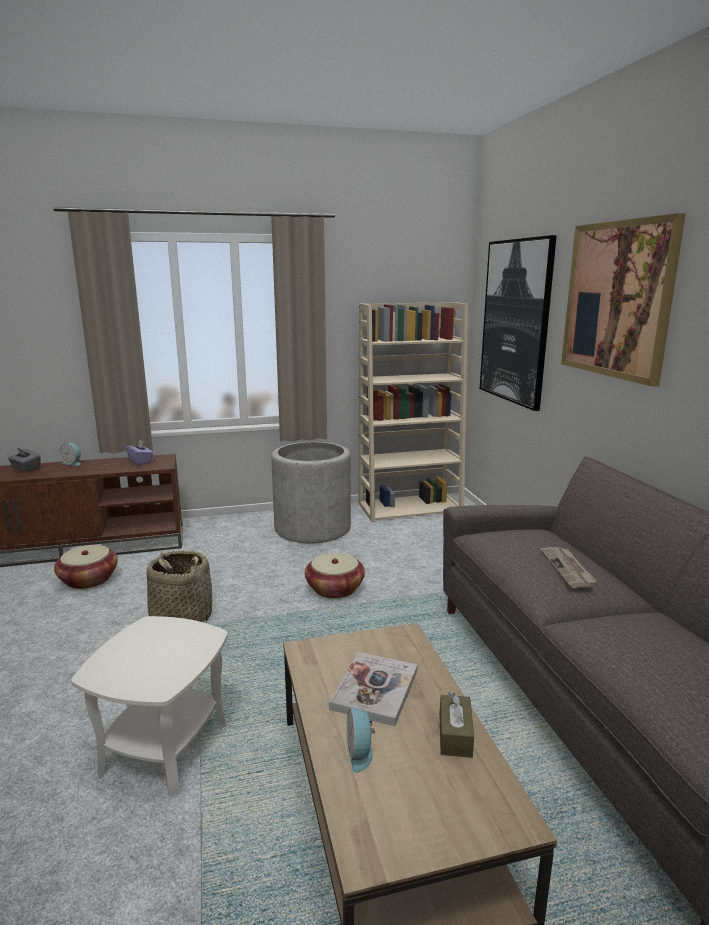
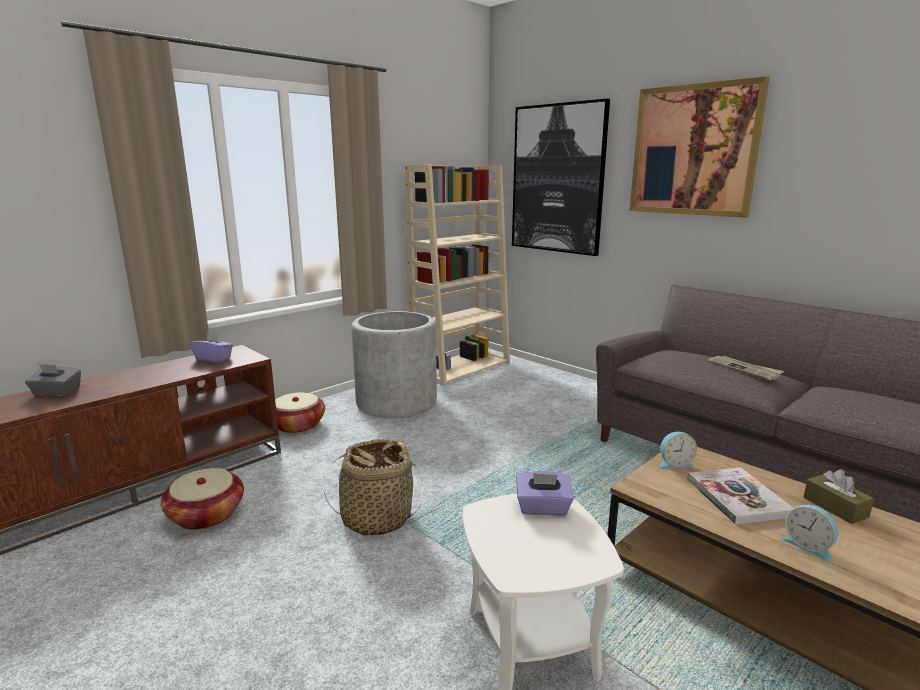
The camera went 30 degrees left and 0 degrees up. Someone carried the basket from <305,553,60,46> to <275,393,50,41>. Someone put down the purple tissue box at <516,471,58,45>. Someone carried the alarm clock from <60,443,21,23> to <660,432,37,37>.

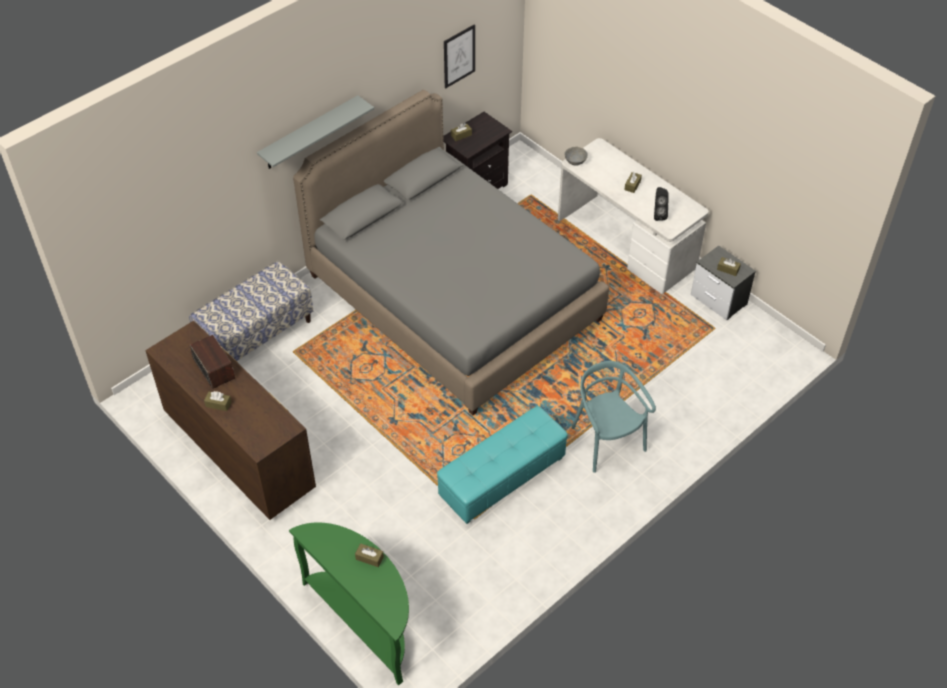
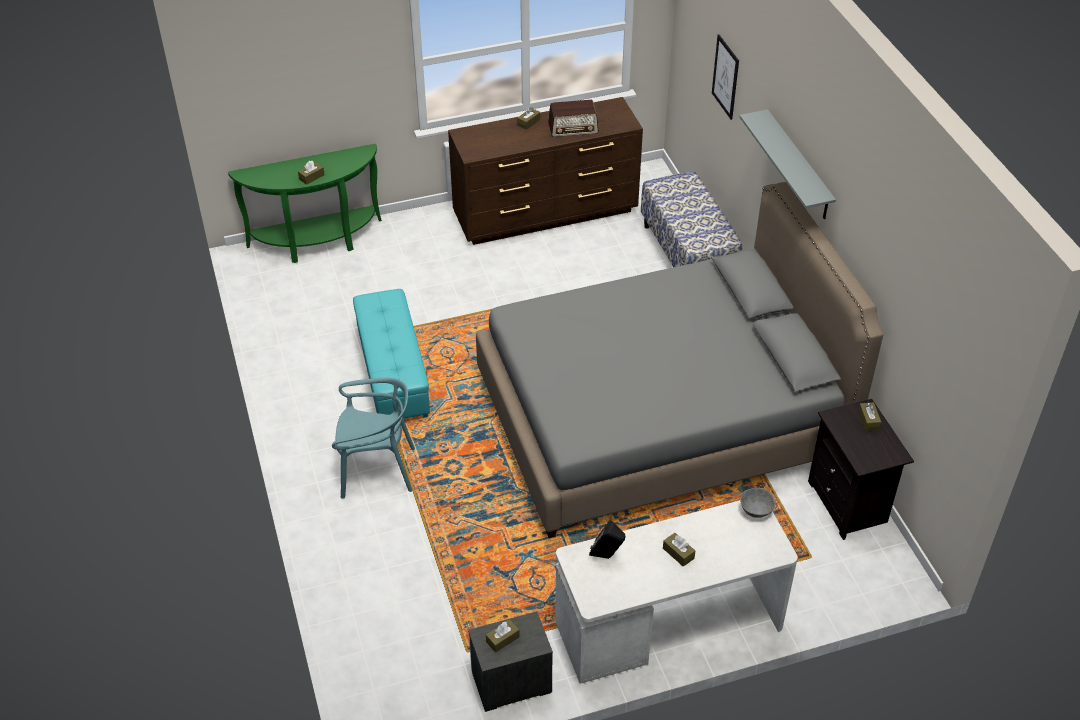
The camera went 115 degrees right and 5 degrees down. Someone carried the picture from <444,24,31,64> to <712,34,27,86>.

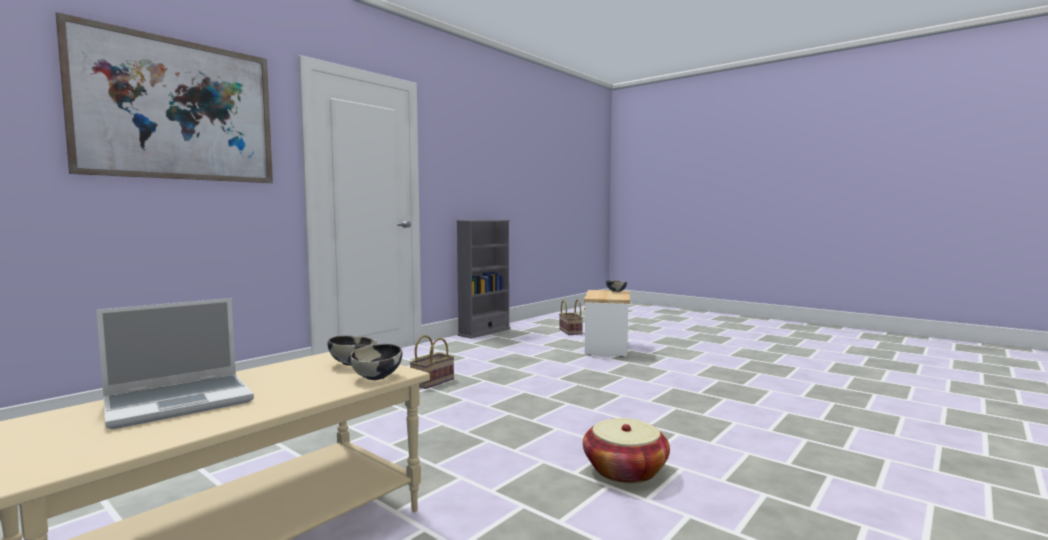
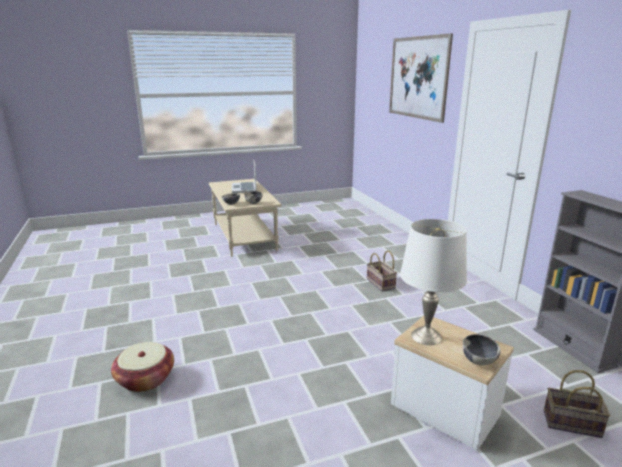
The camera went 120 degrees right and 15 degrees up. Someone carried the basket from <583,418,87,66> to <111,342,63,50>. Someone put down the white table lamp at <400,219,67,126>.

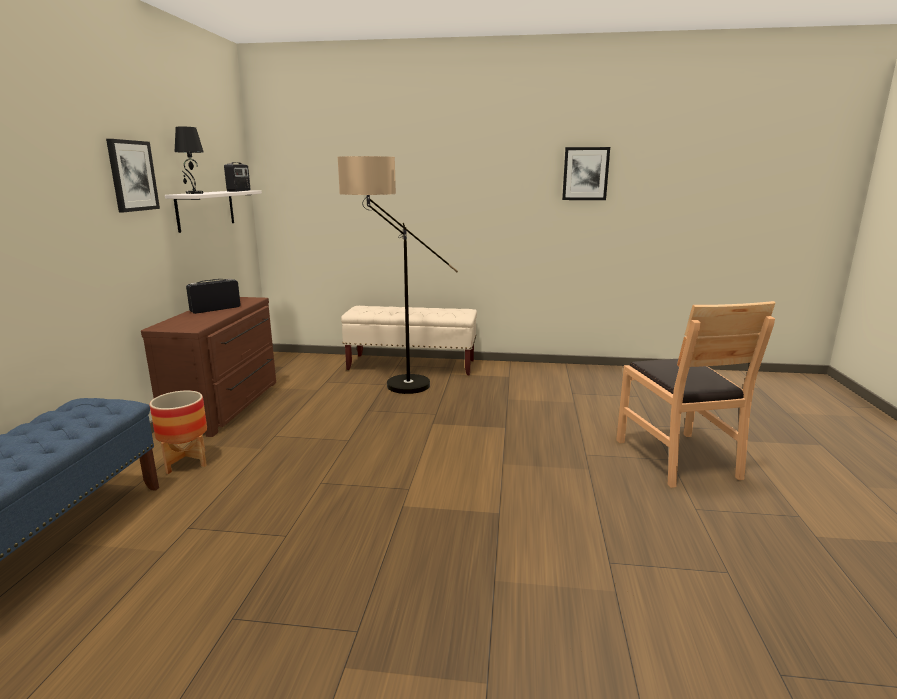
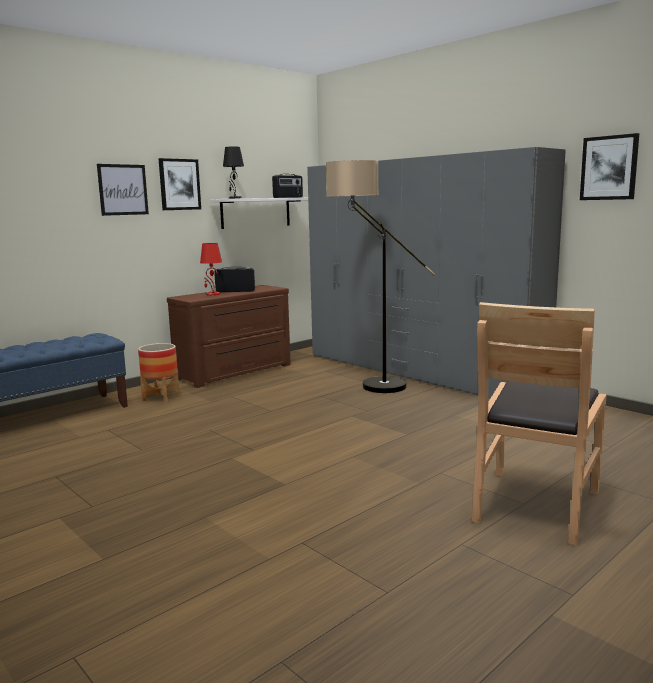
The camera went 40 degrees right and 5 degrees down. Someone put up the picture at <97,164,52,52>. Someone put down the red table lamp at <200,243,22,53>. Someone swapped the beige bench at <341,306,136,69> for the grey wardrobe at <307,147,259,251>.

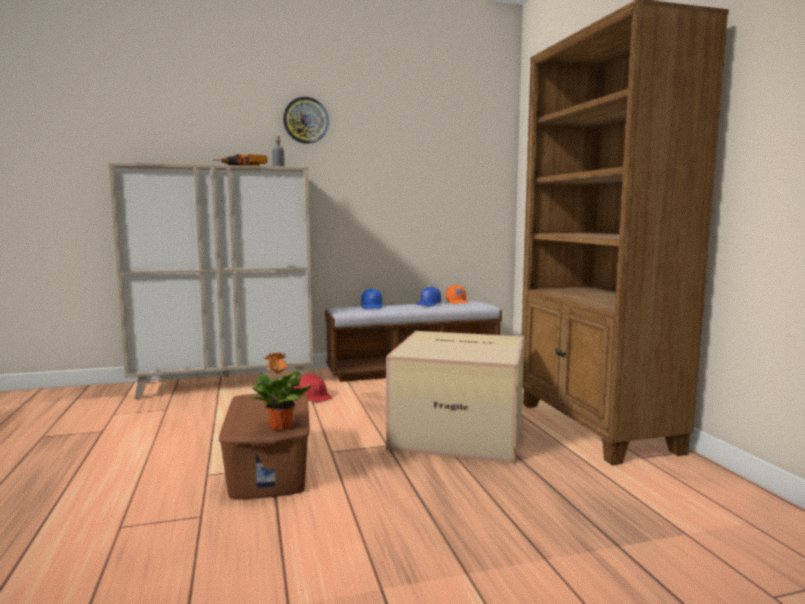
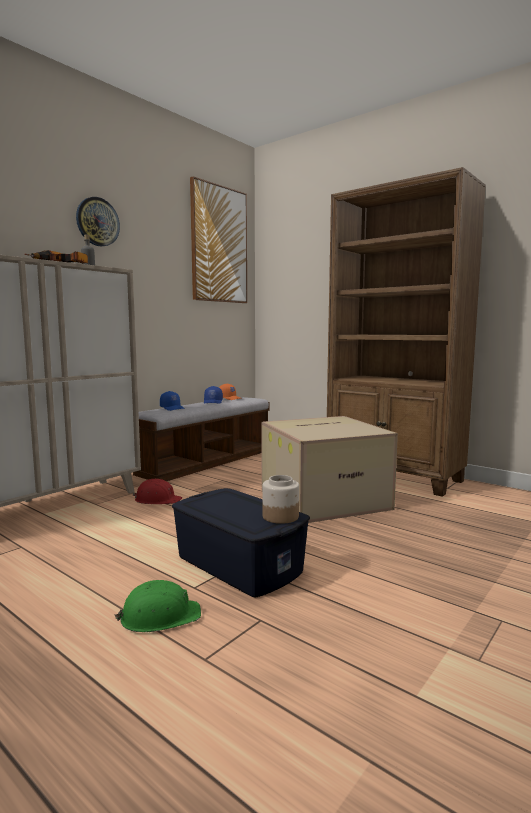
The camera went 35 degrees left and 0 degrees up. Someone put down the green hard hat at <114,580,87,52>. Someone repainted the brown storage box at <219,392,91,107>, which became the blue storage box at <172,488,138,109>. Someone put up the picture at <190,176,57,127>. Someone swapped the potted plant at <249,352,63,78> for the jar at <262,475,37,49>.

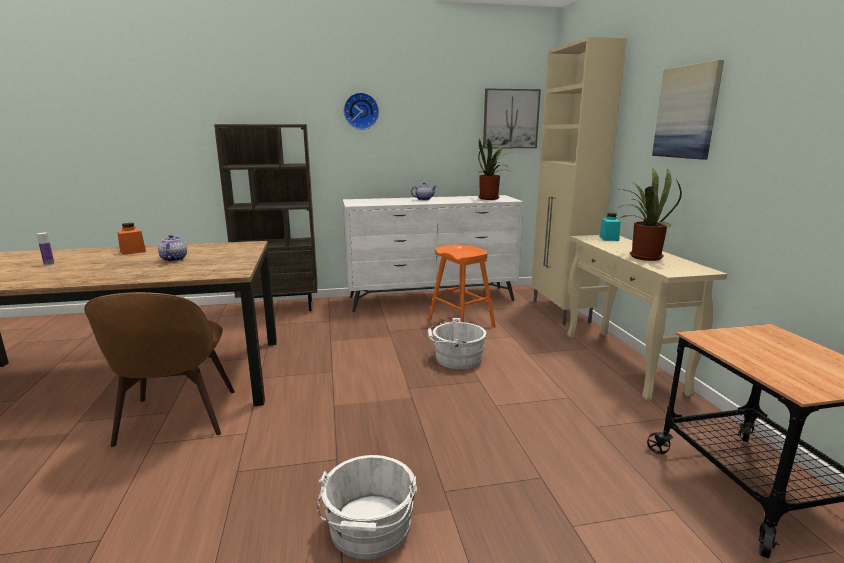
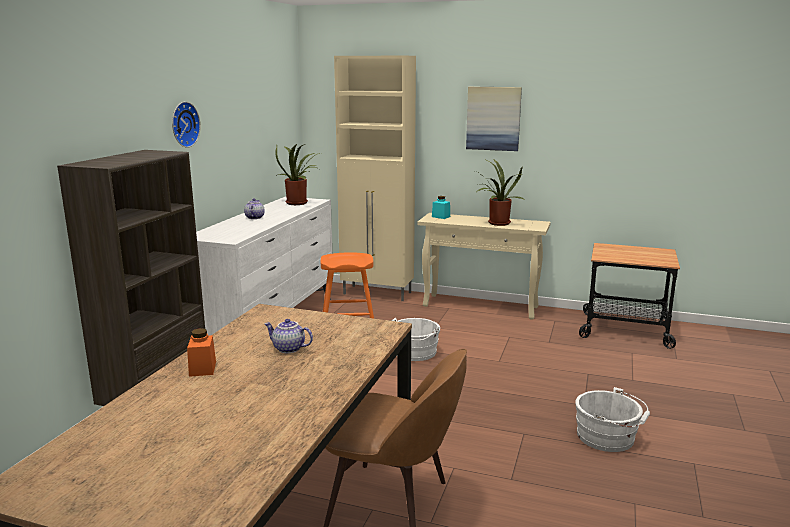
The camera went 60 degrees left and 0 degrees up. Someone took away the bottle at <37,233,18,32>. Someone took away the picture at <483,88,58,61>.

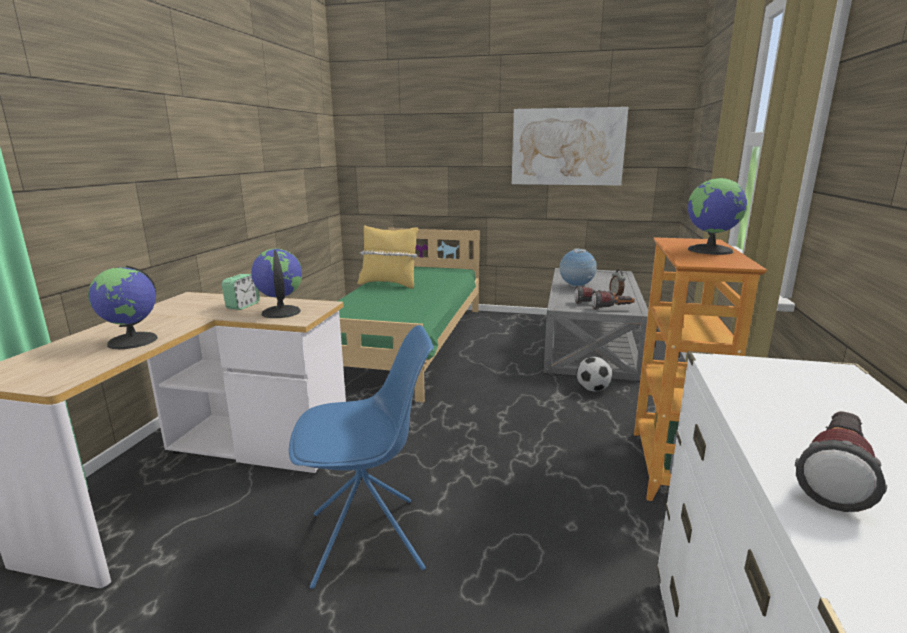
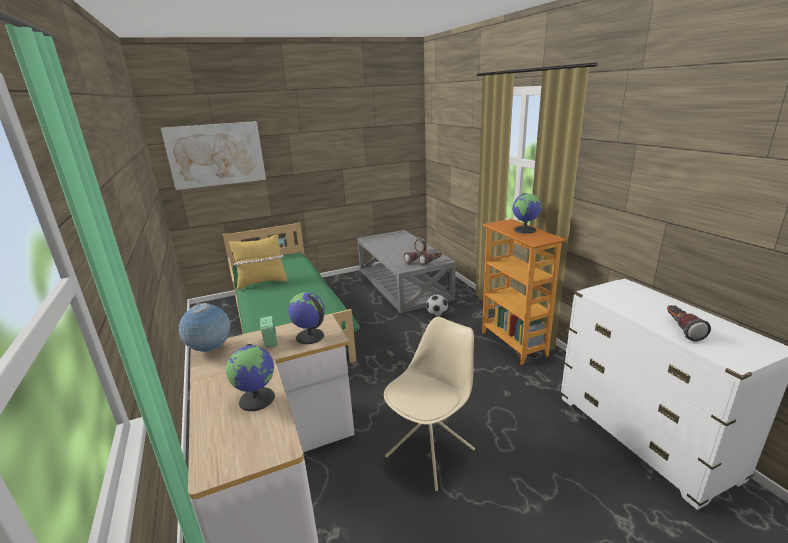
The camera went 35 degrees left and 5 degrees up. Someone carried the picture from <512,107,116,79> to <161,121,105,69>. Someone carried the globe from <559,248,38,40> to <178,303,53,49>. Someone repainted the blue chair at <289,325,145,264>, which became the beige chair at <384,317,91,174>.

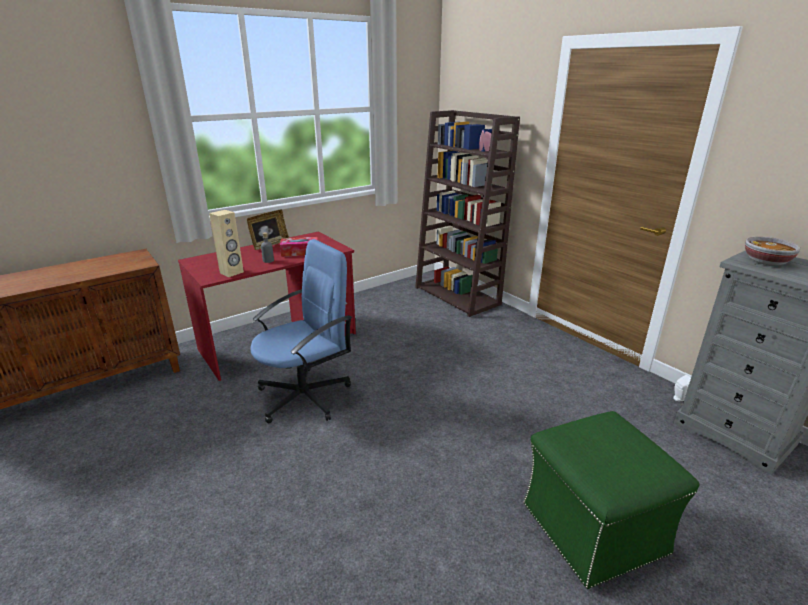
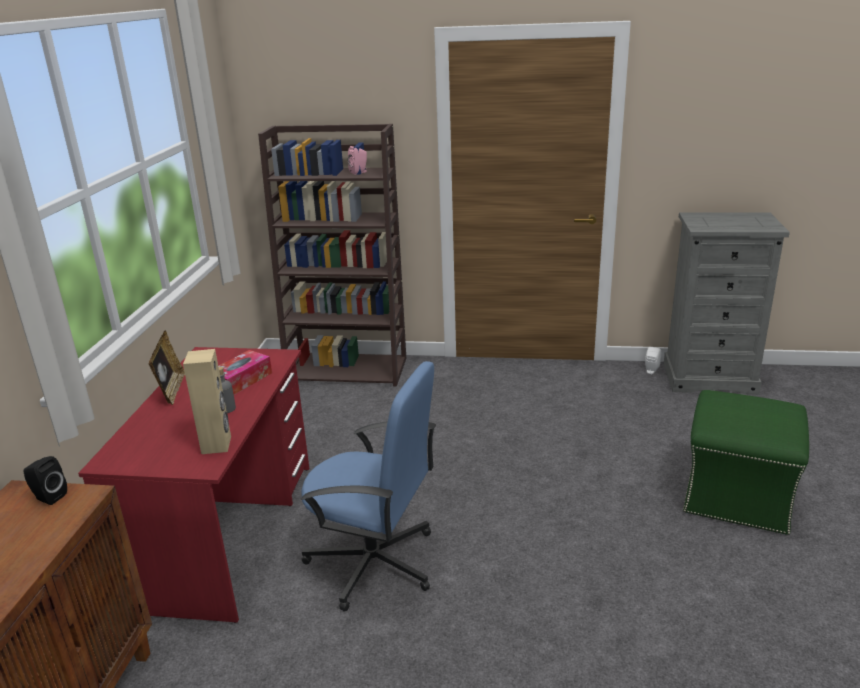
The camera went 45 degrees left and 0 degrees up. Someone put down the black speaker at <23,456,44,49>. Someone rotated the blue office chair at <250,239,102,184> by 105 degrees clockwise. Someone took away the bowl at <745,237,56,29>.

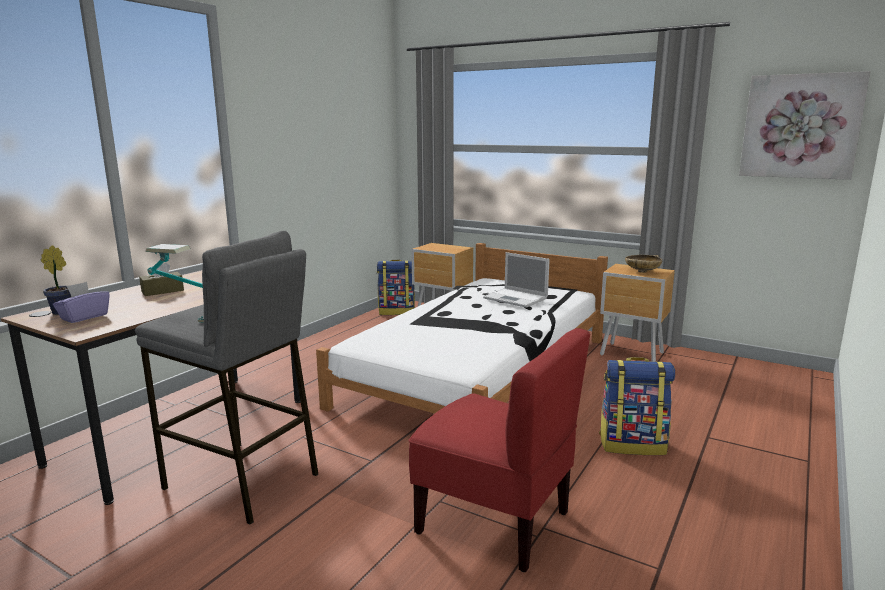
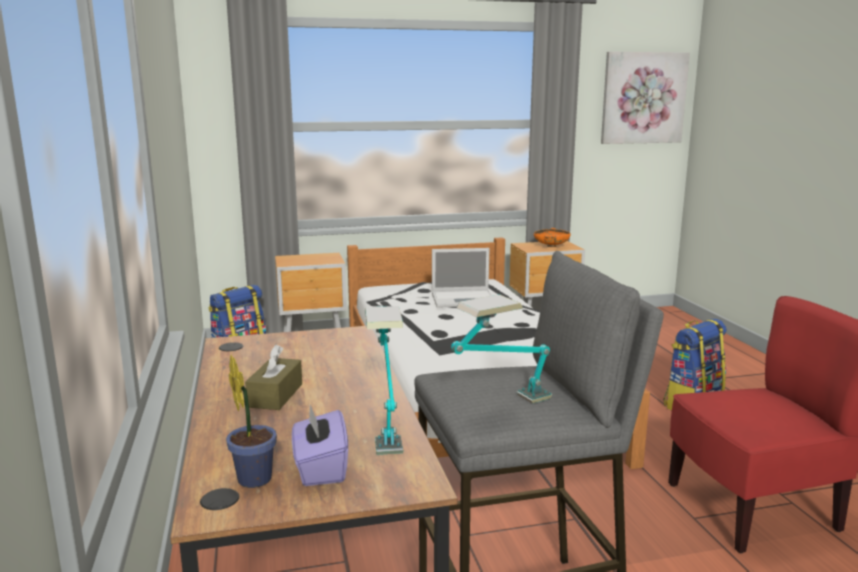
The camera went 45 degrees left and 0 degrees up. Someone put down the table lamp at <365,306,38,149>. Someone repainted the beige bowl at <625,255,37,18>, which became the orange bowl at <534,228,37,19>.

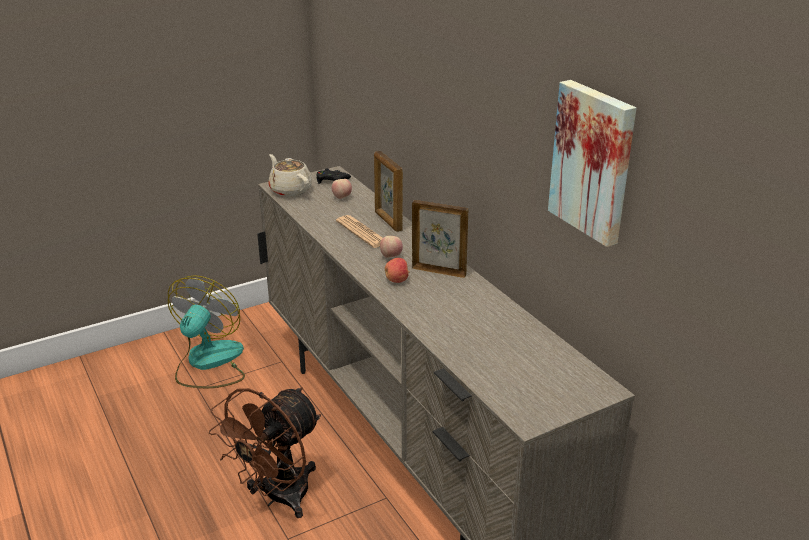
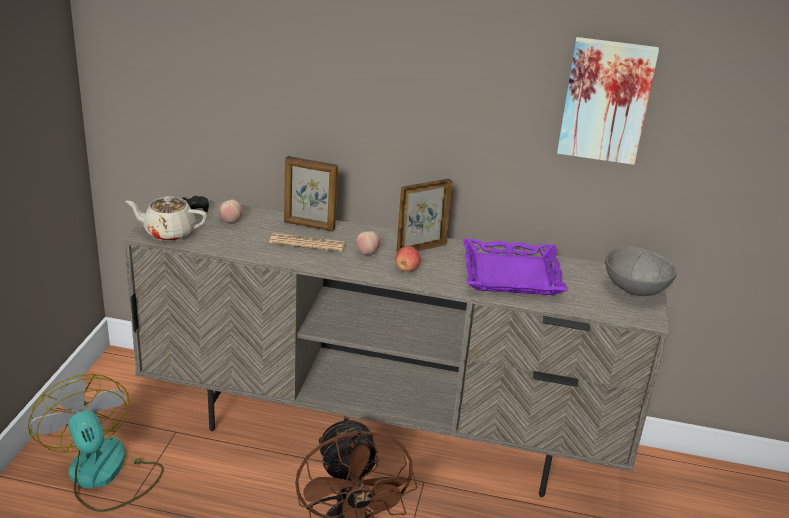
The camera went 50 degrees left and 0 degrees up. Someone put down the purple tray at <463,239,104,56>. Someone put down the grey bowl at <605,246,72,50>.

